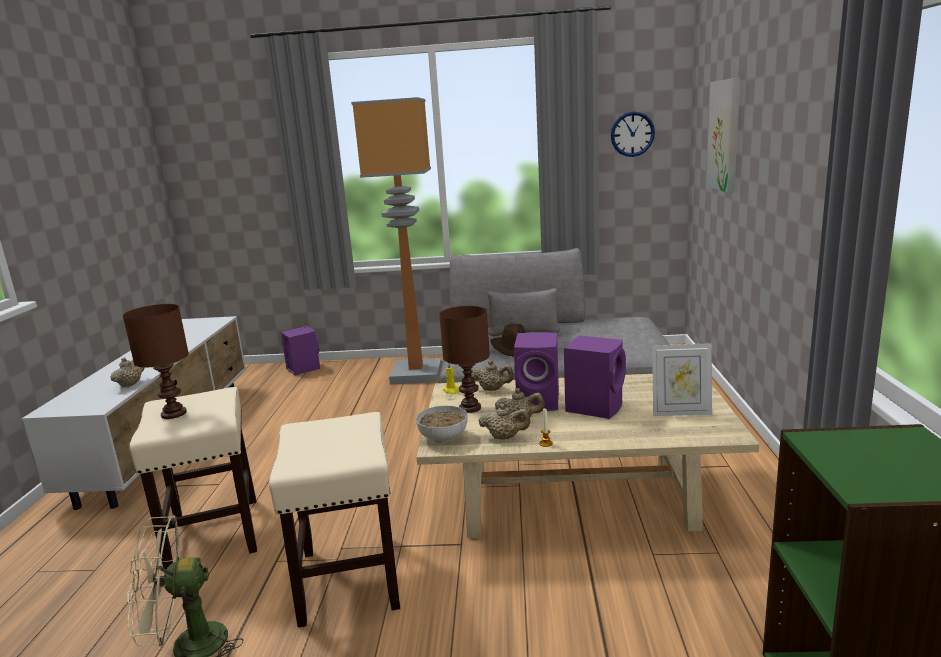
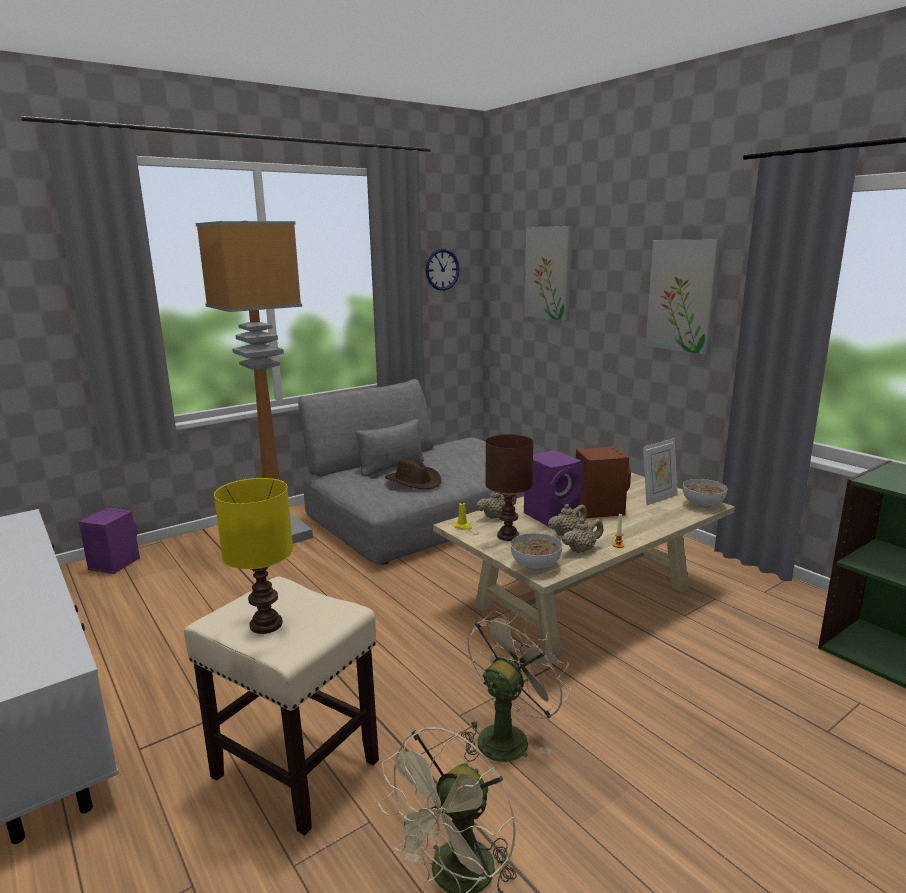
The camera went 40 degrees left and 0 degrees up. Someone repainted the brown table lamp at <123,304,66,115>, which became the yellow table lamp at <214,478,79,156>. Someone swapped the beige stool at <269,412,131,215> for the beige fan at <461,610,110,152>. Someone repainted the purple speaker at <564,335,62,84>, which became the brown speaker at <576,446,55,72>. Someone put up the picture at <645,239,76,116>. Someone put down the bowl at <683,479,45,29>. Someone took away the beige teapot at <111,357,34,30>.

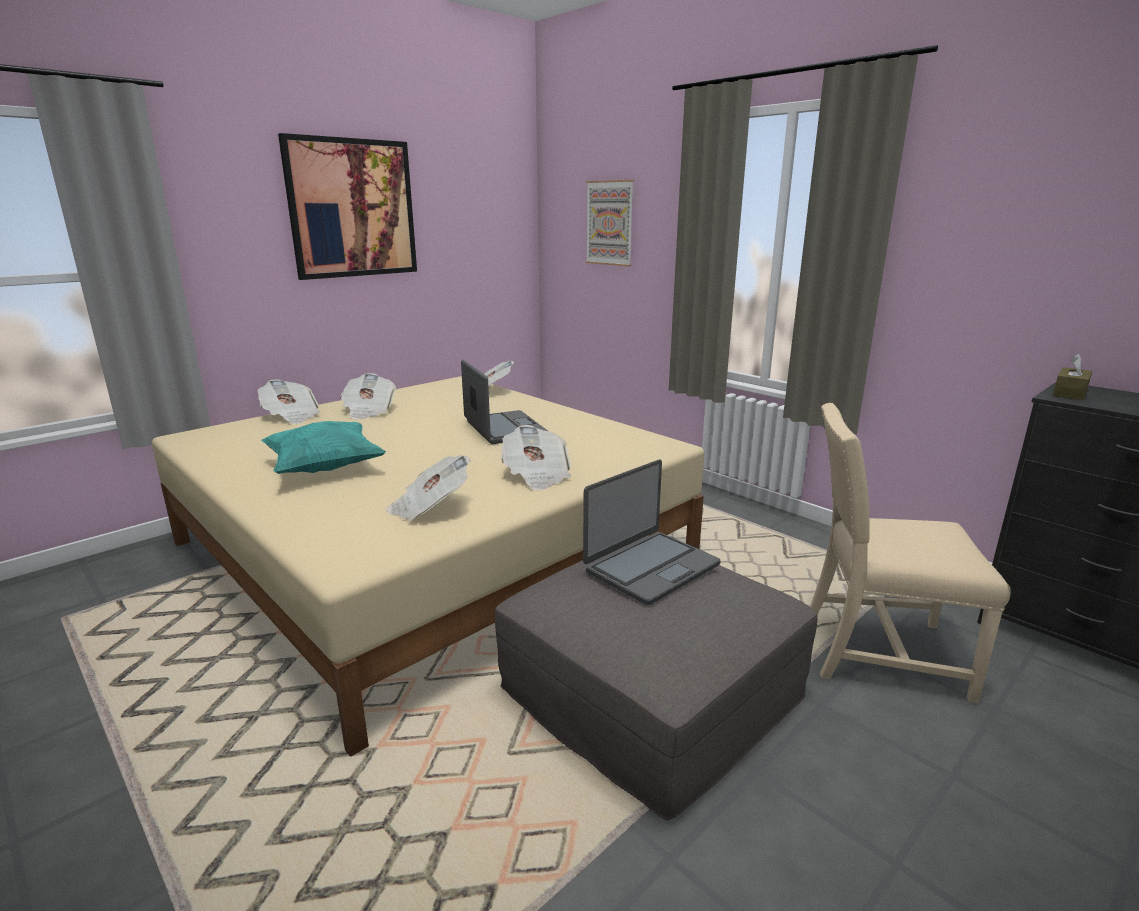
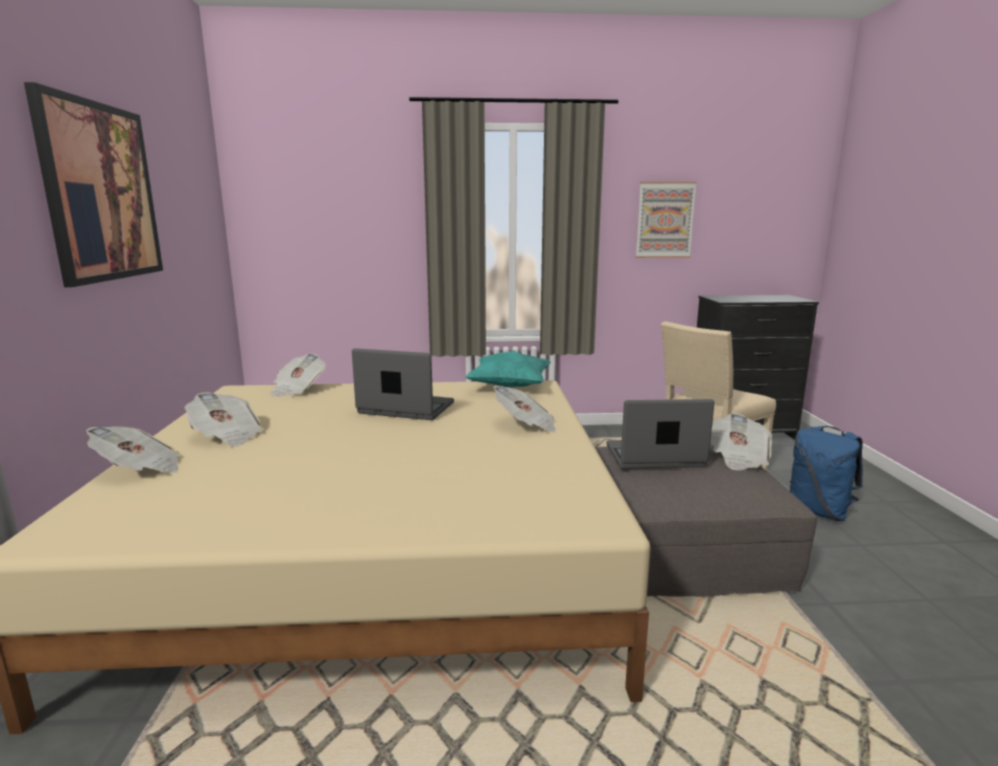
The camera went 50 degrees left and 5 degrees down. Someone carried the turquoise pillow from <261,421,125,53> to <465,351,86,36>. Someone rotated the laptop at <583,460,138,145> by 90 degrees counterclockwise. Someone carried the picture from <586,180,48,87> to <636,182,61,76>. Someone carried the newspaper from <386,455,85,66> to <710,413,62,57>. Someone put down the blue backpack at <790,426,73,95>. Someone took away the brown tissue box at <1053,353,39,47>.

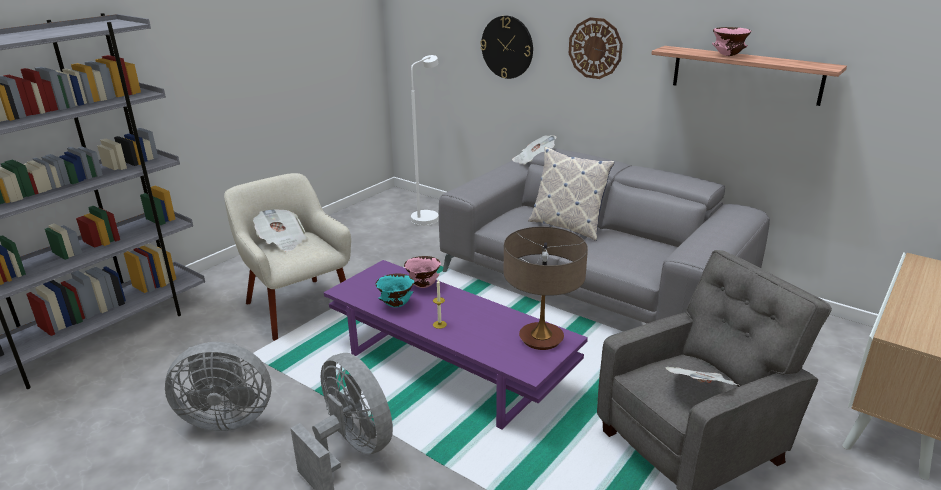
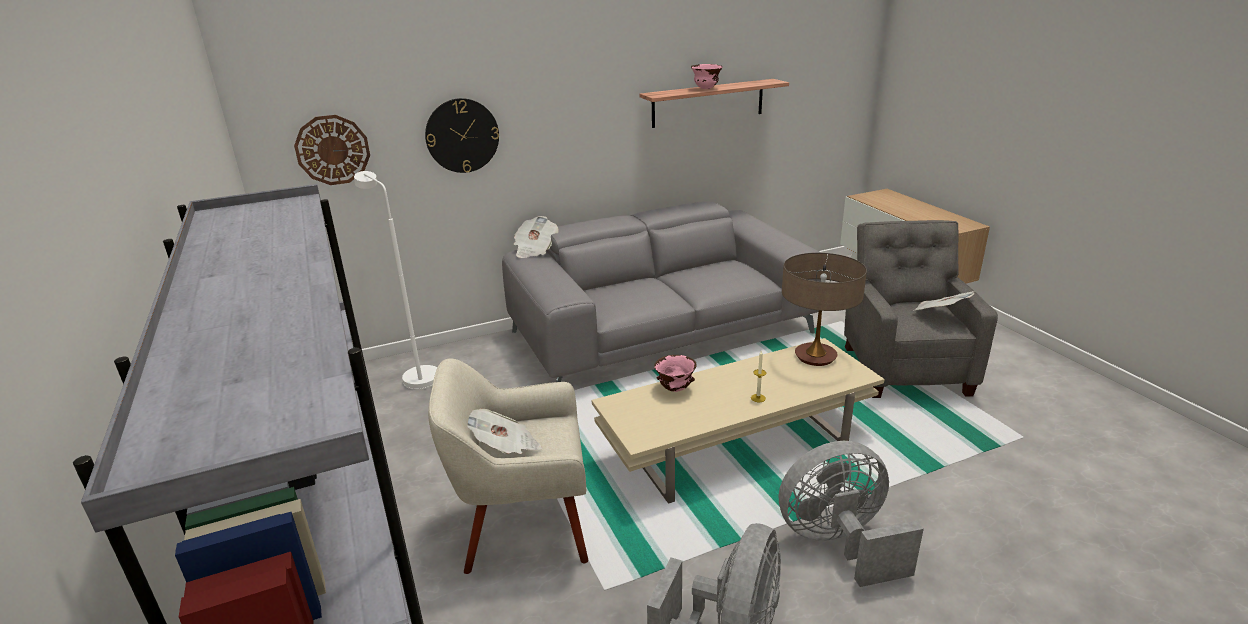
The camera went 60 degrees left and 0 degrees up. Someone carried the wall clock from <569,17,54,62> to <294,115,76,70>. Someone repainted the purple coffee table at <324,260,264,169>, which became the beige coffee table at <592,338,293,166>. Someone took away the turquoise bowl at <375,273,39,34>. Someone took away the pillow at <528,146,87,95>.

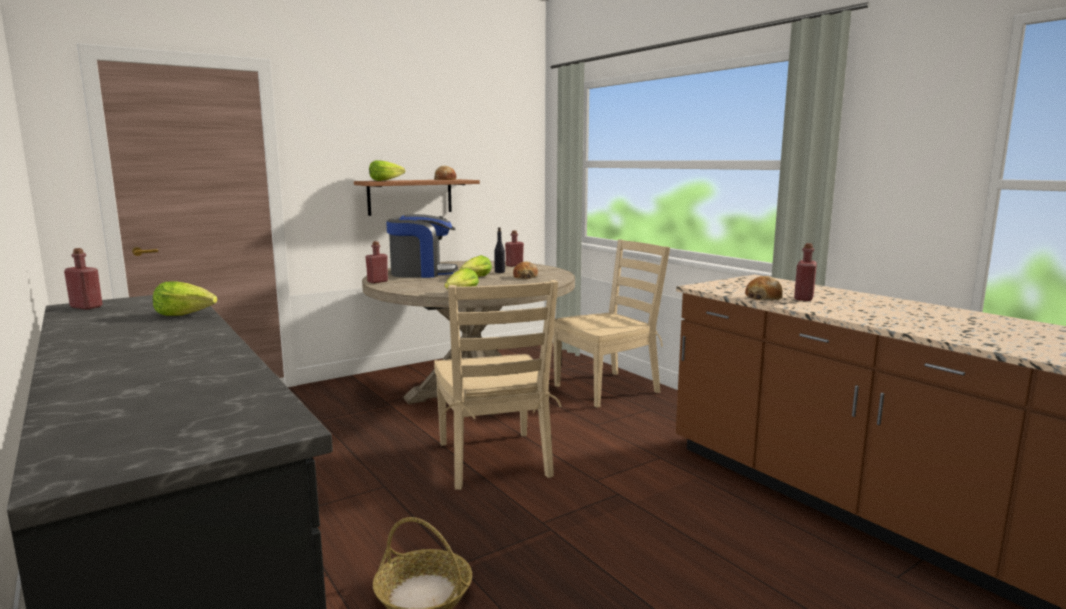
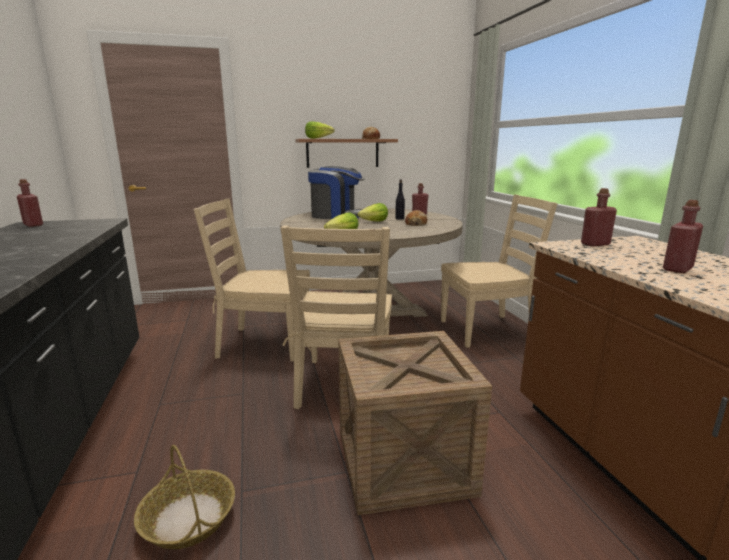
The camera went 20 degrees right and 5 degrees up. Someone put down the beige chair at <194,199,116,162>. Someone put down the crate at <338,331,154,184>. Someone carried the red bottle from <366,241,22,42> to <581,188,36,59>. Someone took away the lettuce at <153,281,64,35>. Someone took away the bread at <745,276,37,25>.

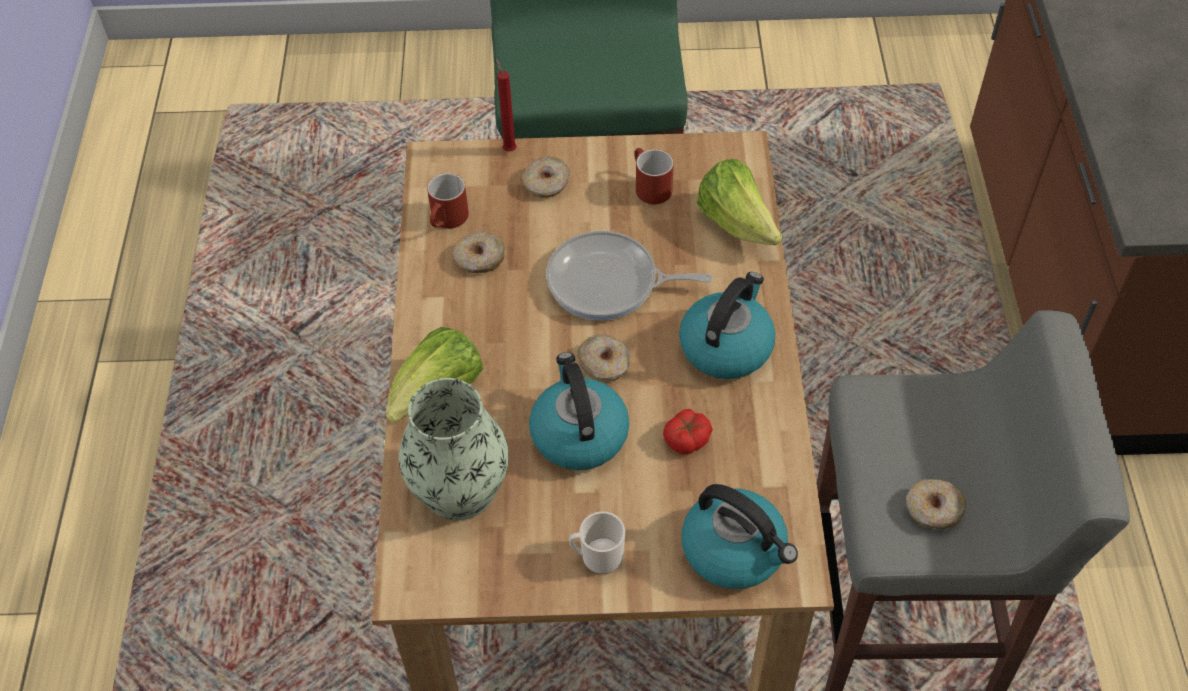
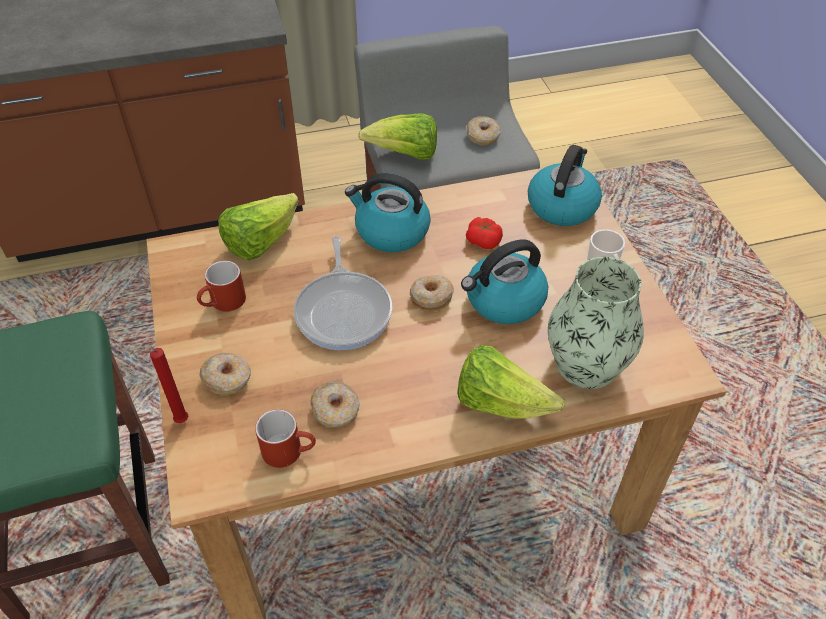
The camera went 105 degrees left and 5 degrees down. Someone put down the lettuce at <358,113,79,47>.

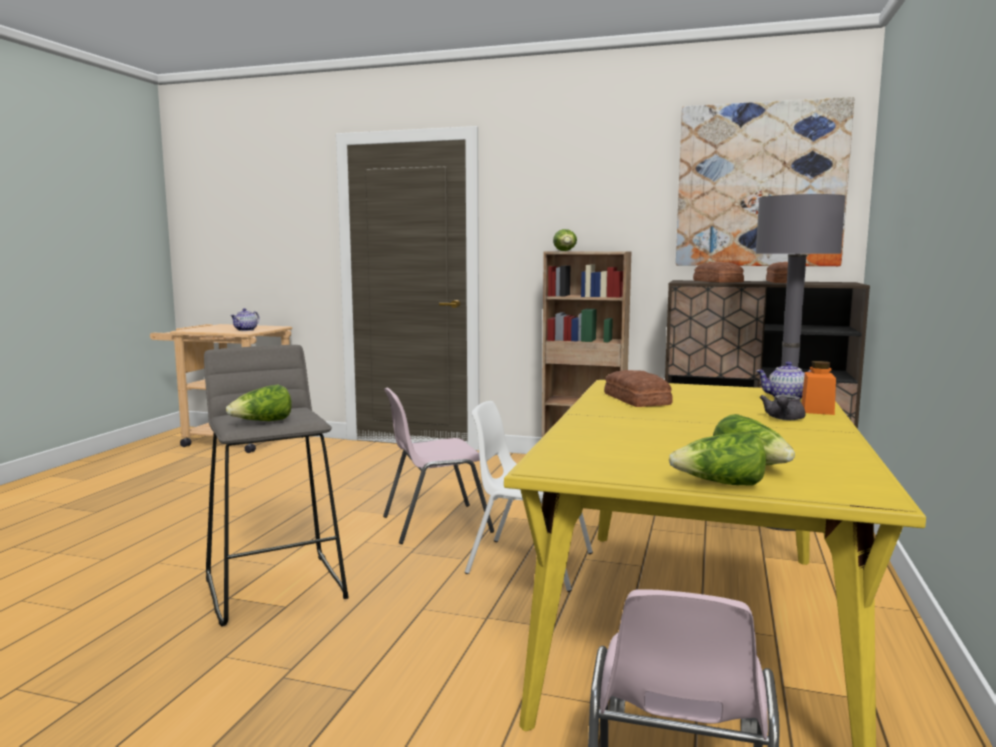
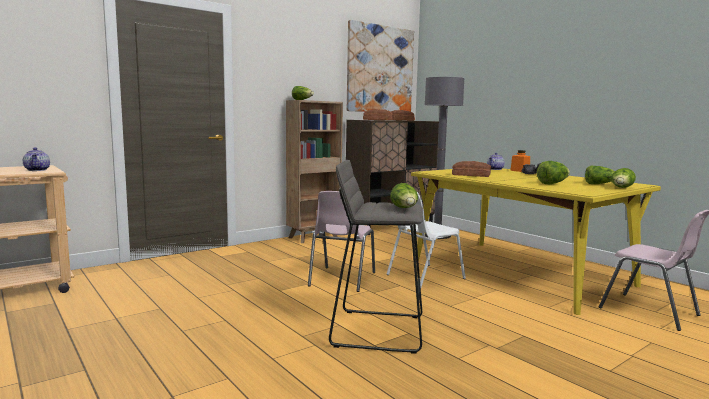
The camera went 55 degrees left and 0 degrees up. Someone put down the lettuce at <537,161,33,23>.

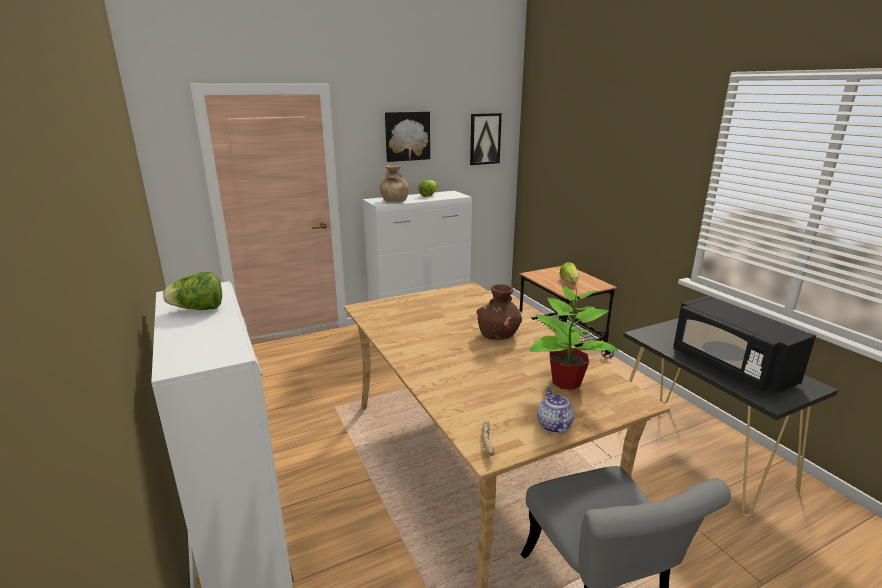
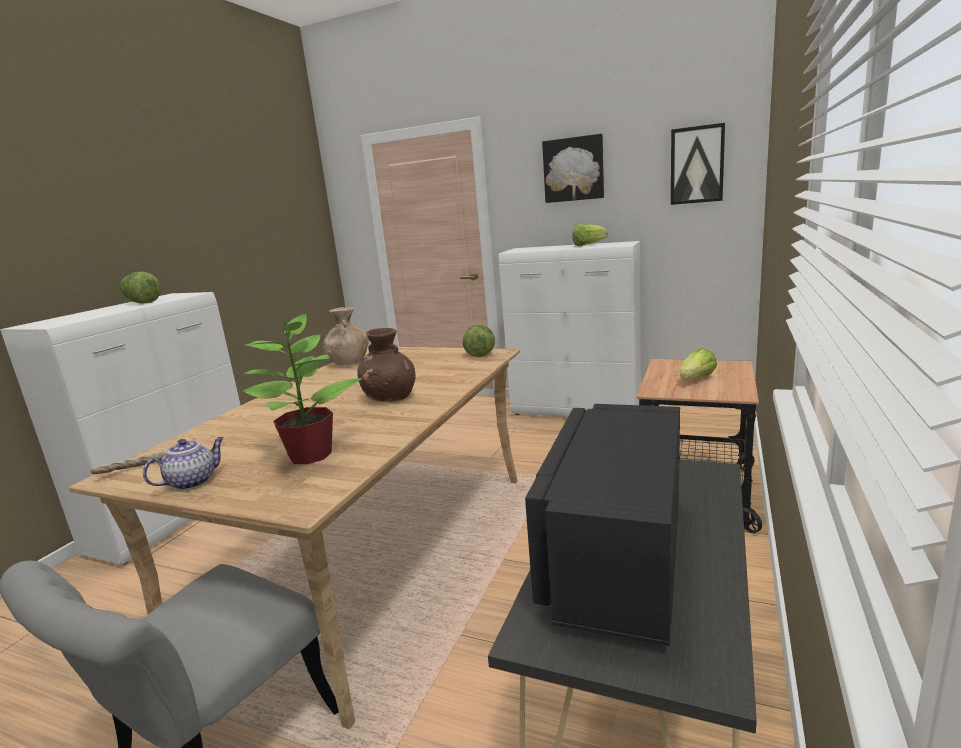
The camera went 50 degrees right and 5 degrees down. Someone carried the brown vase from <380,165,29,37> to <323,307,46,58>. Someone put down the lettuce at <463,324,32,33>.

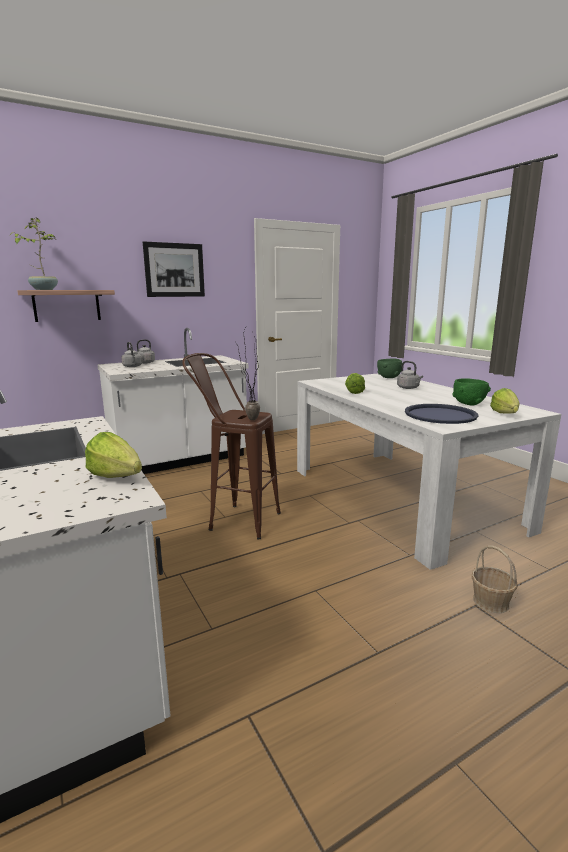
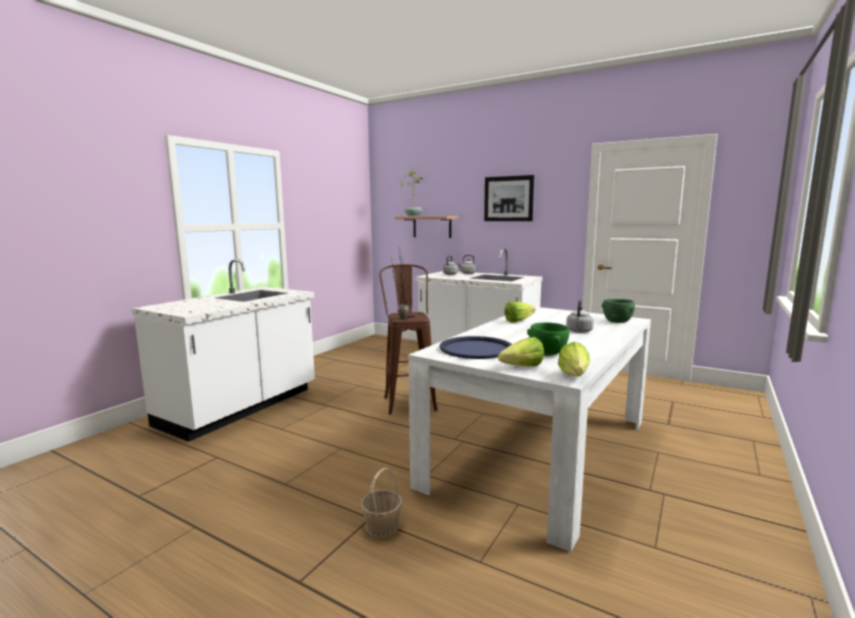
The camera went 60 degrees right and 5 degrees down. Someone carried the lettuce from <85,432,57,46> to <558,342,32,34>.

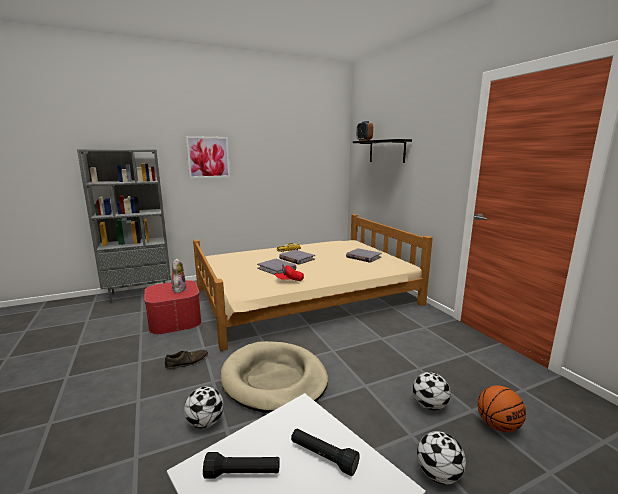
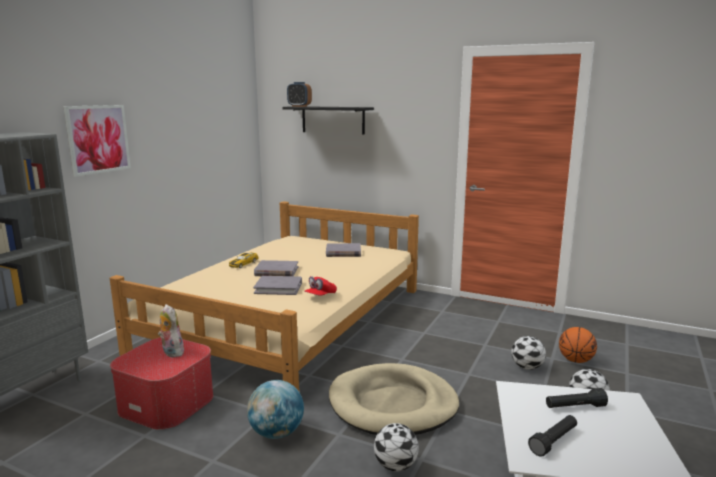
The camera went 40 degrees left and 0 degrees up. Someone swapped the brown shoe at <165,350,43,19> for the globe at <247,380,57,59>.

